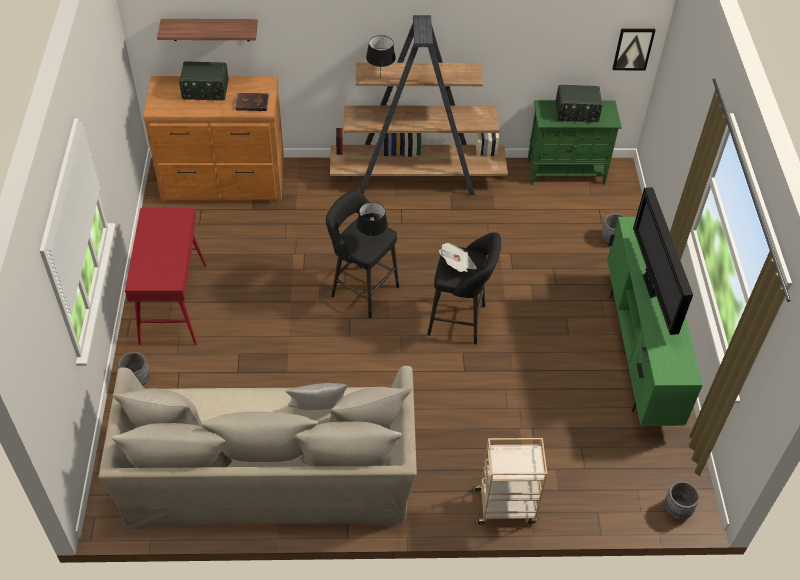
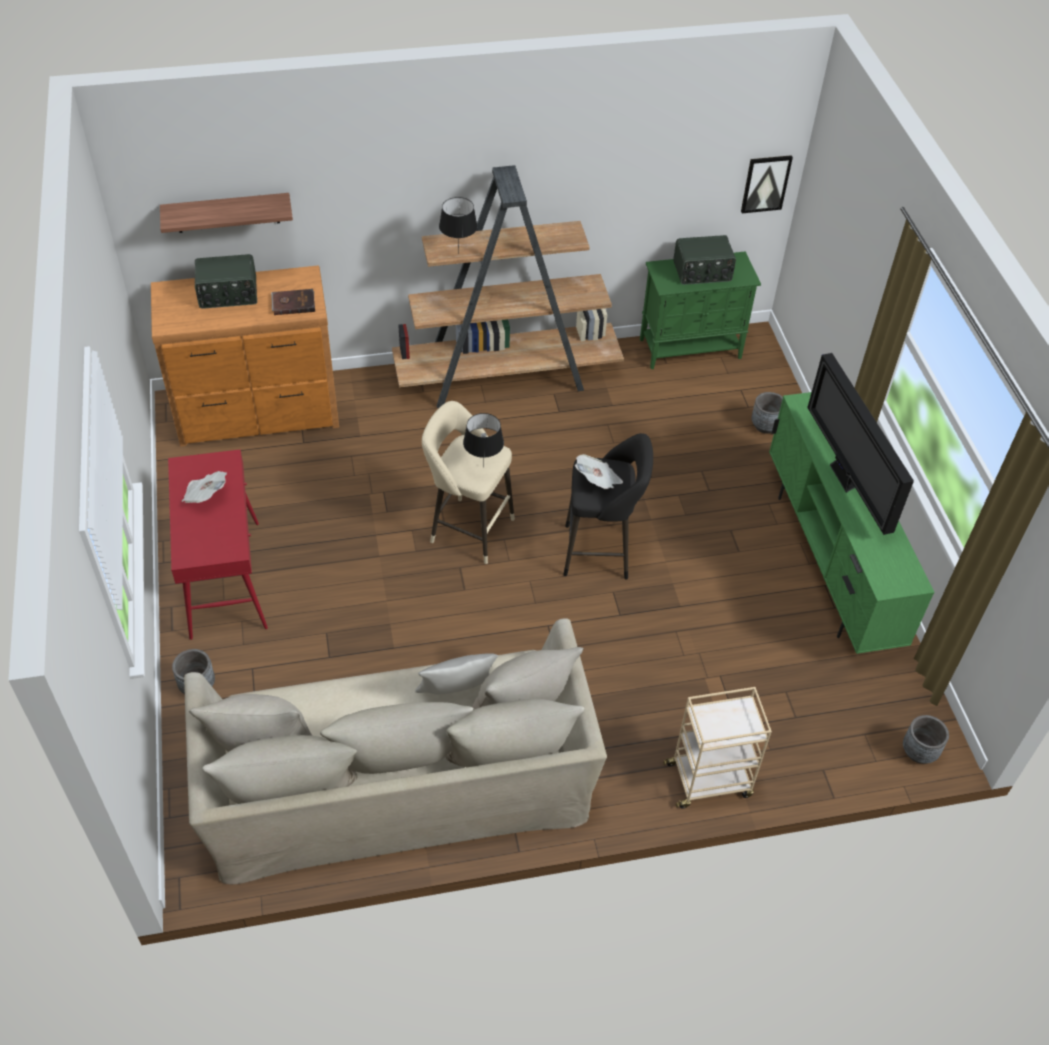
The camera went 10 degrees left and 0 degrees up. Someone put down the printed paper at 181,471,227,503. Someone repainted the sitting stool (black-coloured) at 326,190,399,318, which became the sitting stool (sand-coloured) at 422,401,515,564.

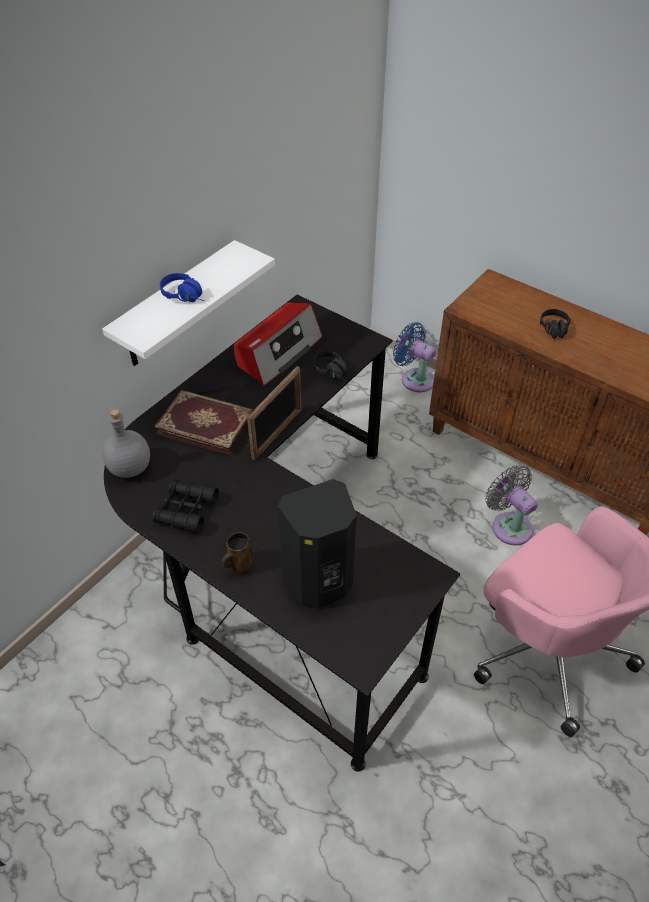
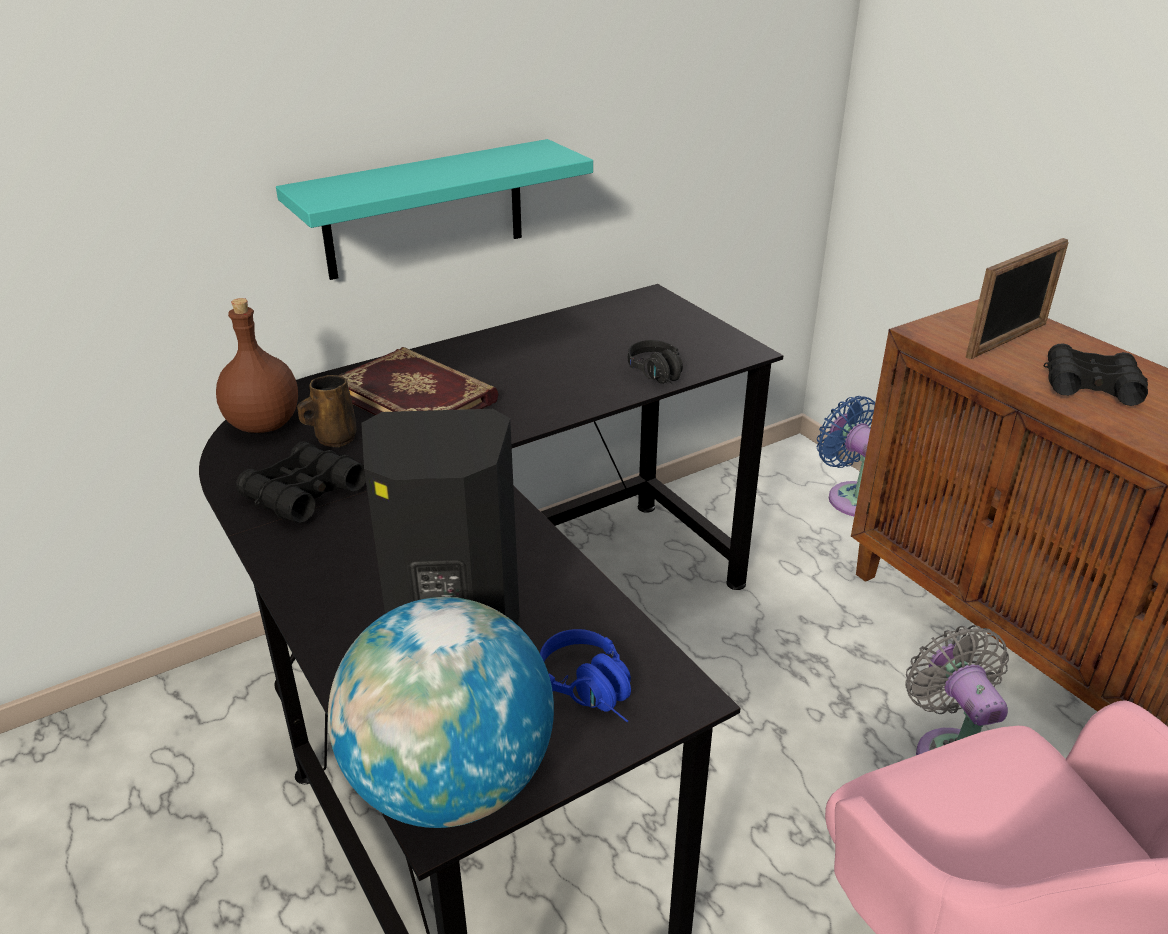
The camera went 20 degrees right and 15 degrees down. Someone took away the radio at 234,303,322,386. Someone put down the desk globe at 328,597,554,828. Someone carried the headphones (bluish) from 160,273,204,302 to 540,629,631,722. Someone carried the mug (brown) from 222,532,254,575 to 297,375,357,447. Someone carried the picture frame from 247,366,301,460 to 966,238,1068,359. Someone swapped the headphones (black-coloured) at 540,309,571,340 for the binoculars (black-coloured) at 1044,343,1148,406. Someone repainted the shelf (white) at 102,240,275,366, which became the shelf (turquoise) at 276,139,593,280. Someone repainted the beverage bottle (grey) at 102,409,150,478, which became the beverage bottle (brown) at 216,298,298,433.

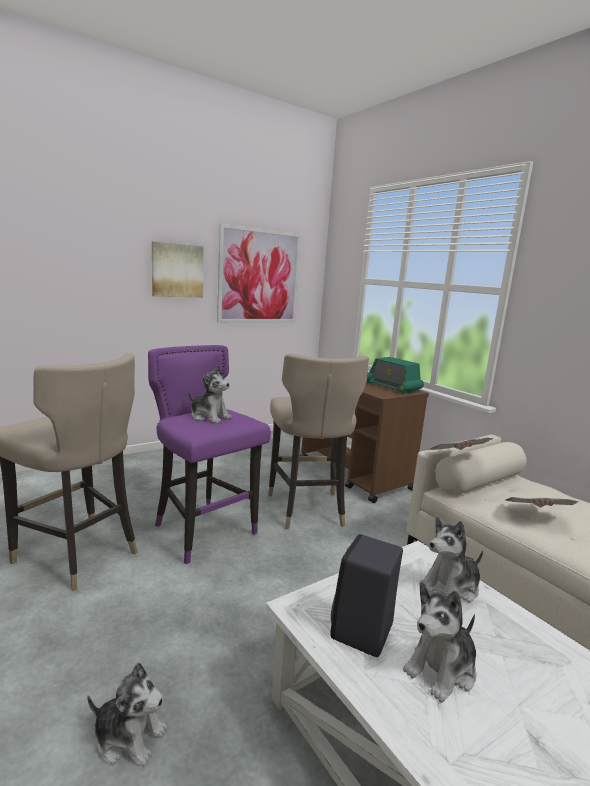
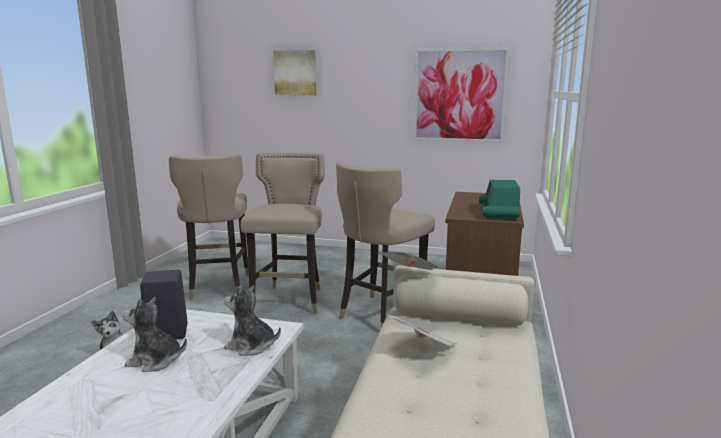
The camera went 50 degrees right and 0 degrees up. Someone took away the plush toy at 188,365,232,423. Someone carried the wall art from 152,241,204,298 to 273,50,316,95. Someone repainted the sitting stool (purple-coloured) at 148,345,271,564, which became the sitting stool (sand-coloured) at 240,153,325,313.

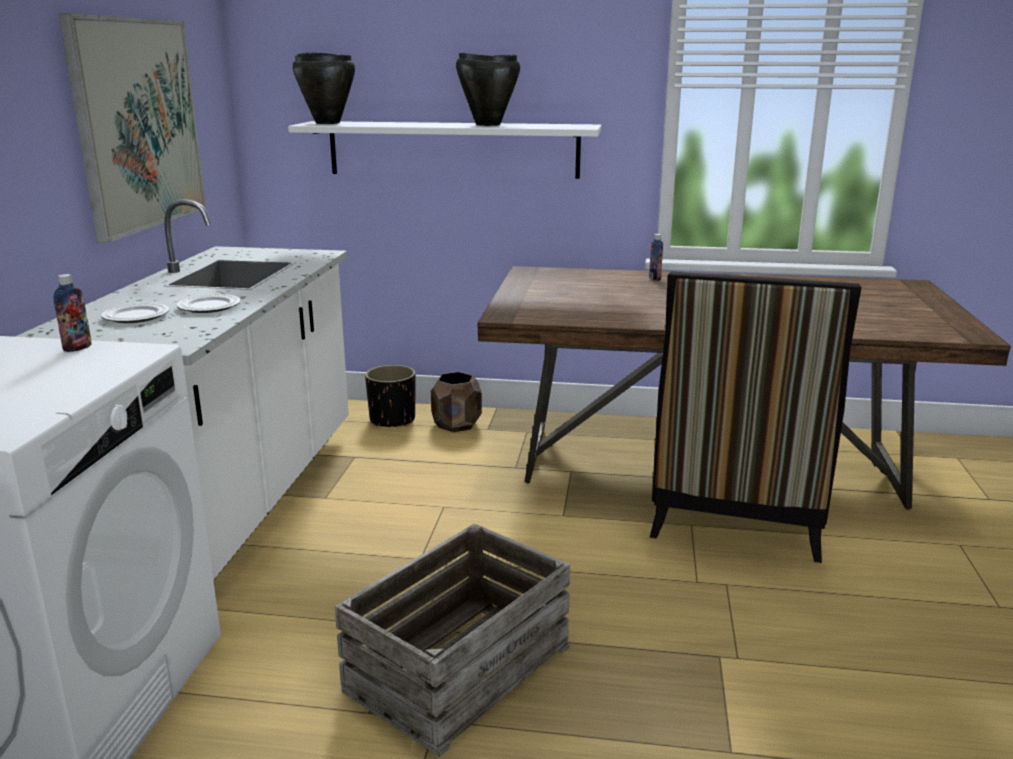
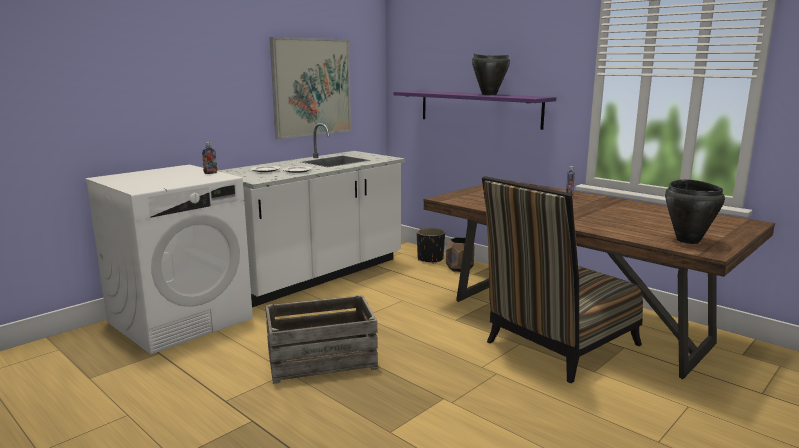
The camera went 35 degrees right and 5 degrees down. Someone carried the stockpot (black-coloured) from 293,52,355,124 to 665,179,725,244. Someone repainted the shelf (white) at 288,121,601,179, which became the shelf (purple-coloured) at 393,91,556,130.

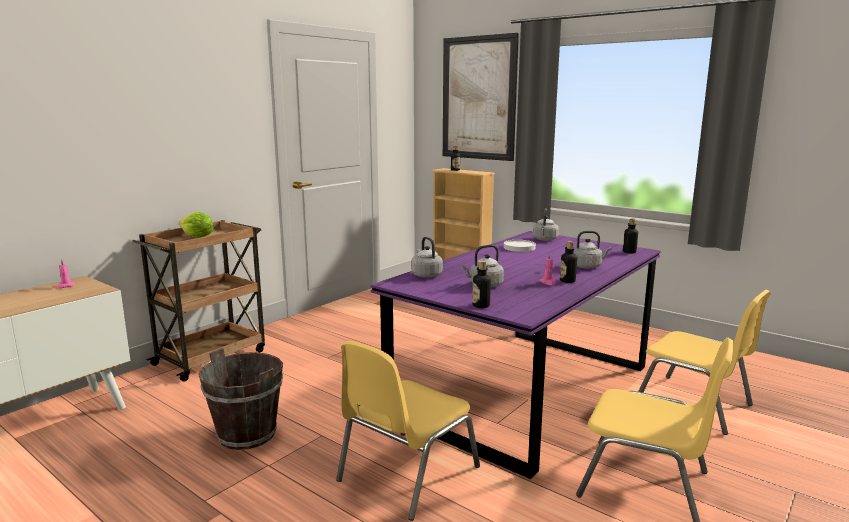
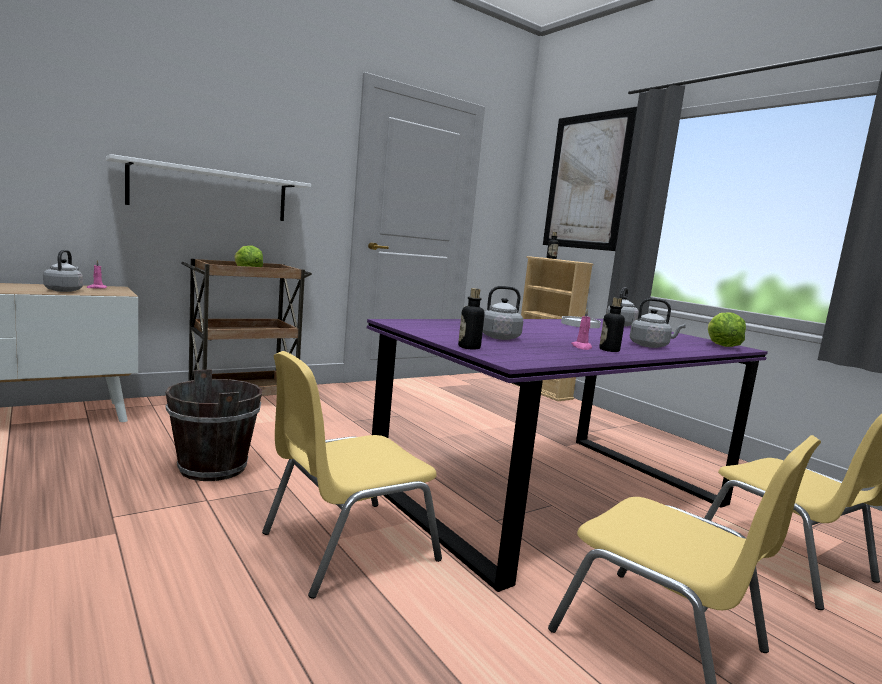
The camera went 15 degrees right and 5 degrees down. Someone put up the shelf (white) at 106,154,311,221. Someone carried the kettle (grey) from 411,237,443,278 to 43,250,83,292. Someone swapped the beverage bottle at 623,218,638,254 for the lettuce at 708,312,746,347.

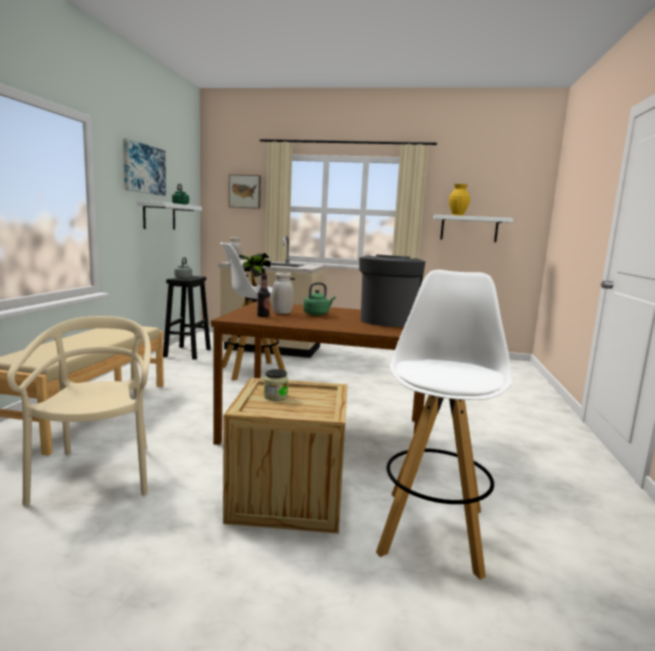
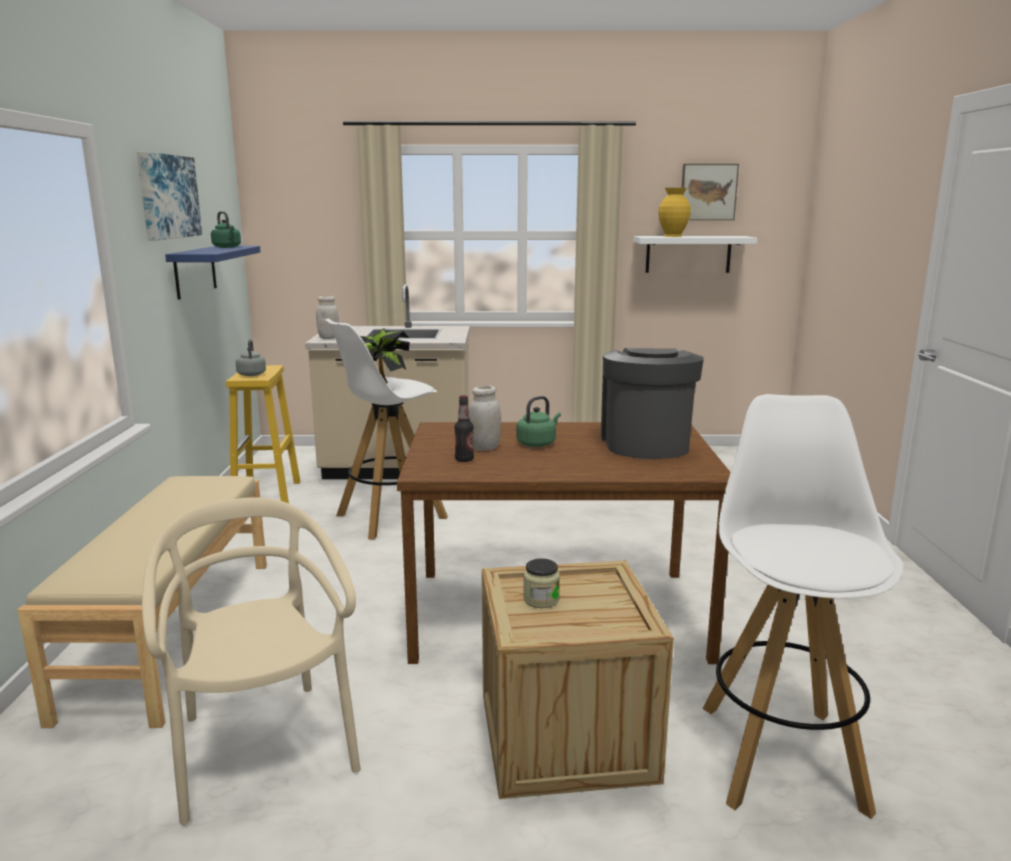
The camera went 10 degrees left and 5 degrees up. Someone carried the wall art from 229,174,261,209 to 682,164,739,220. Someone repainted the shelf (white) at 137,201,202,230, which became the shelf (bluish) at 165,246,260,300. Someone repainted the sitting stool (black-coloured) at 163,276,211,360, which became the sitting stool (yellow) at 226,365,300,503.

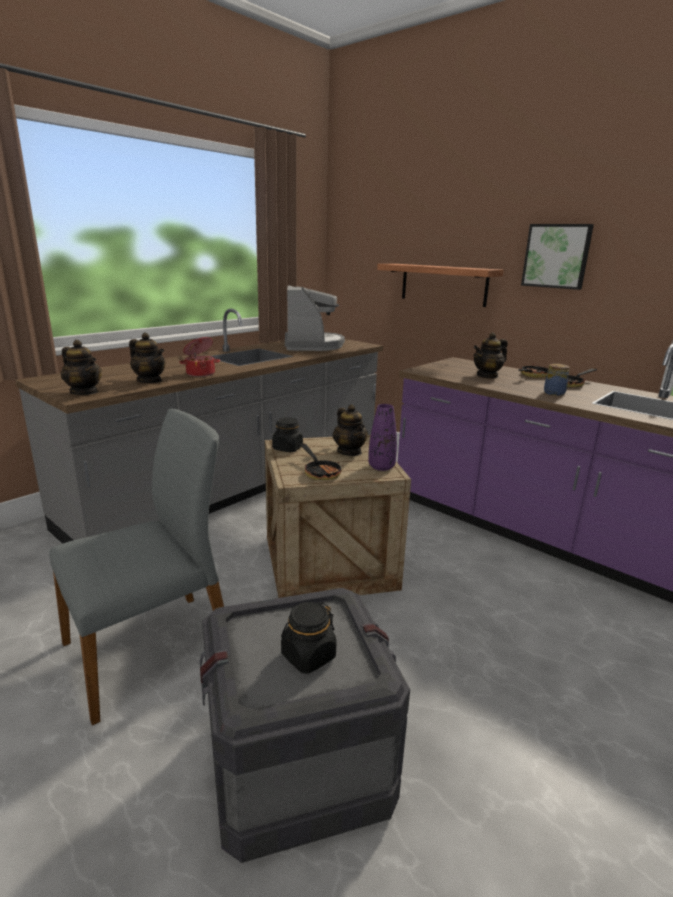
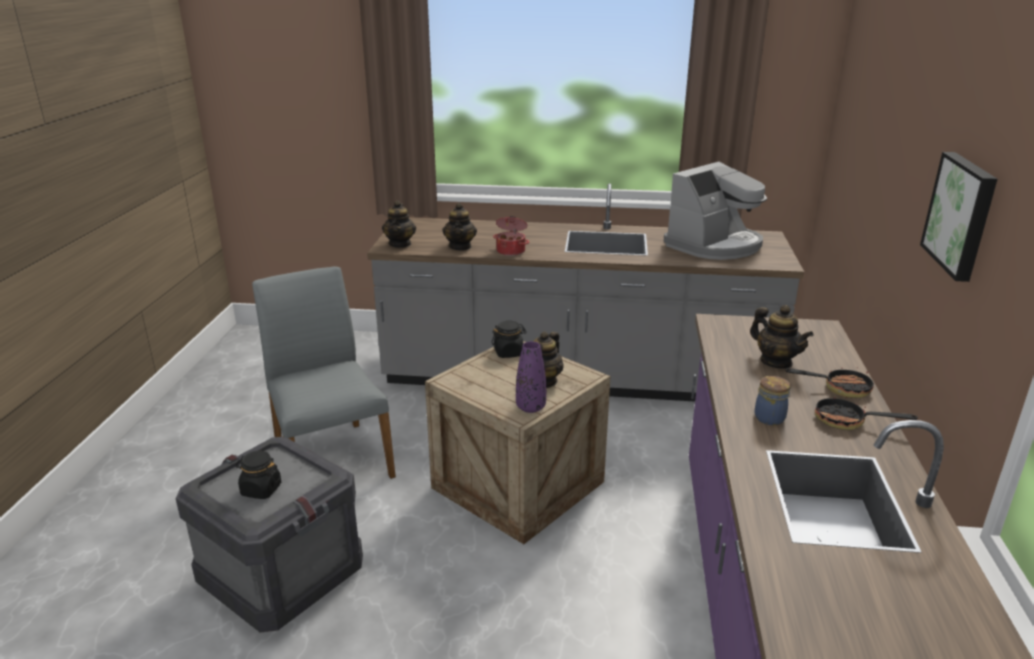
The camera went 55 degrees right and 5 degrees up. Someone took away the skillet at 301,443,343,480. Someone took away the shelf at 377,264,504,307. Someone rotated the plain chair (grey) at 49,409,224,725 by 135 degrees counterclockwise. Someone rotated the teapot at 473,332,508,378 by 150 degrees counterclockwise.

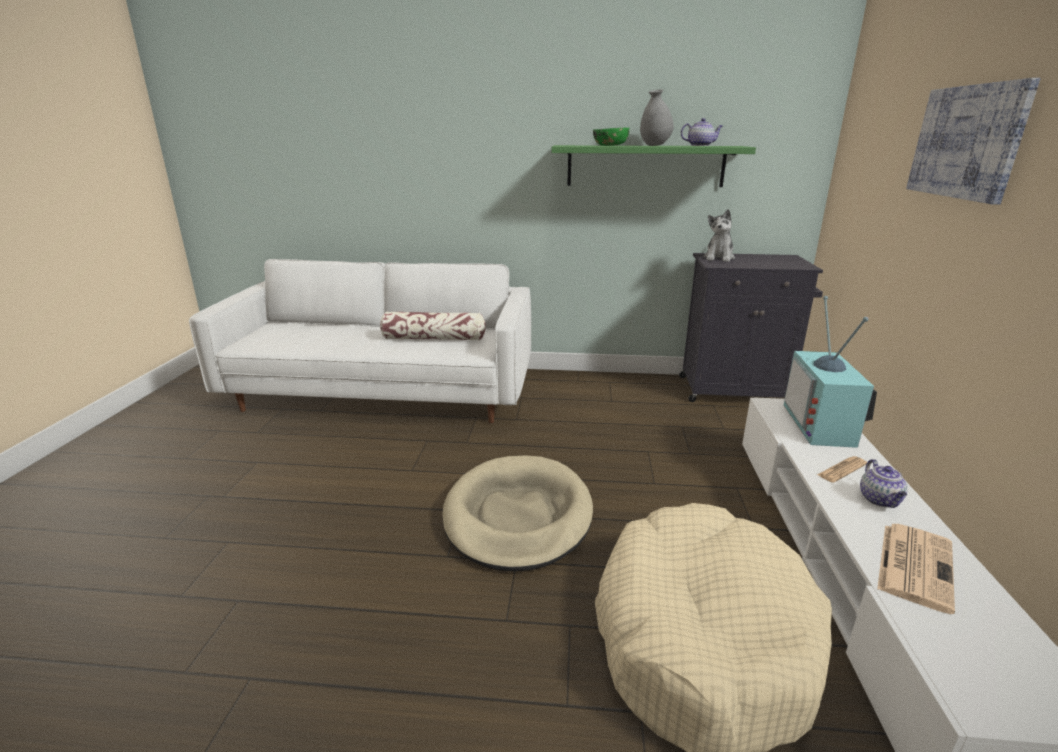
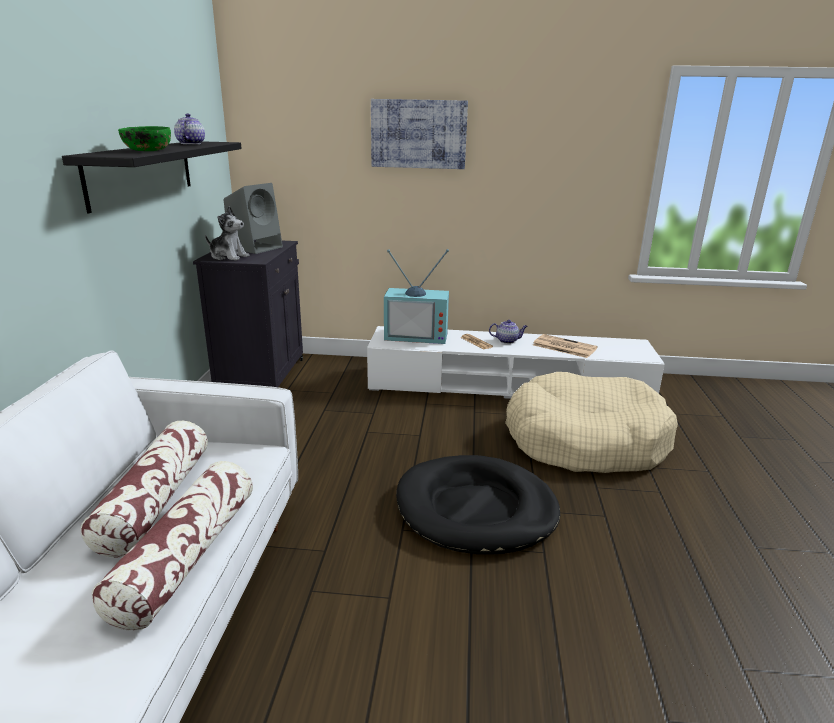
The camera went 90 degrees left and 0 degrees up. Someone took away the flower vase (grey) at 640,90,674,146. Someone put down the cushion at 91,461,253,630. Someone put down the loudspeaker (grey) at 224,183,283,254. Someone repainted the dog cushion (sand-coloured) at 443,455,593,572, which became the dog cushion (black-coloured) at 396,455,560,554. Someone repainted the shelf (greenish) at 551,145,756,187, which became the shelf (black-coloured) at 62,141,242,213.

